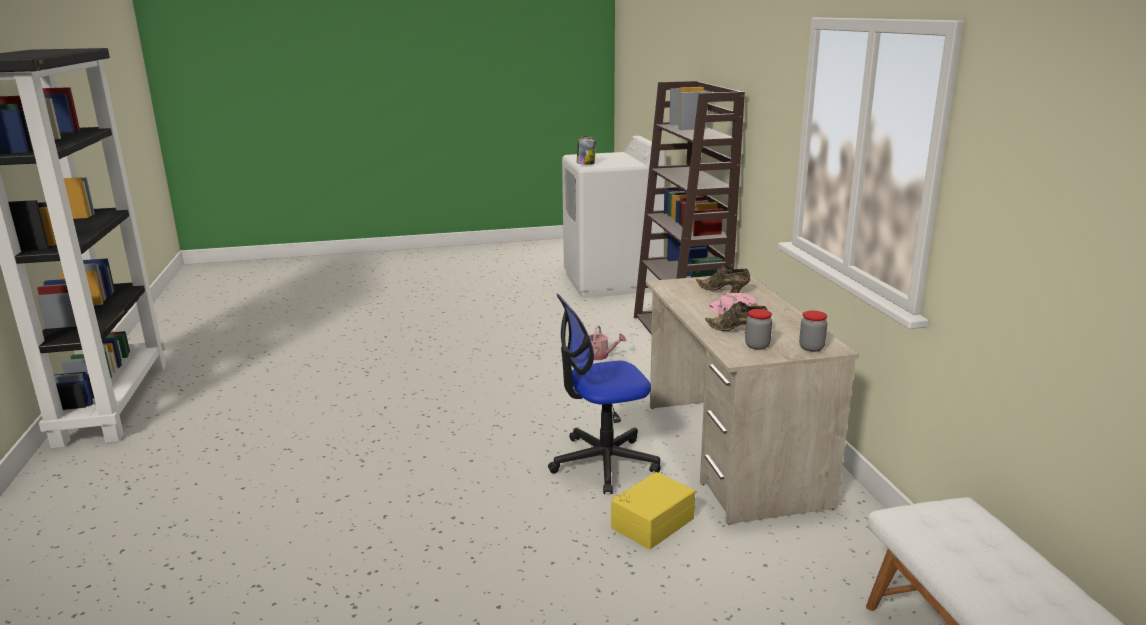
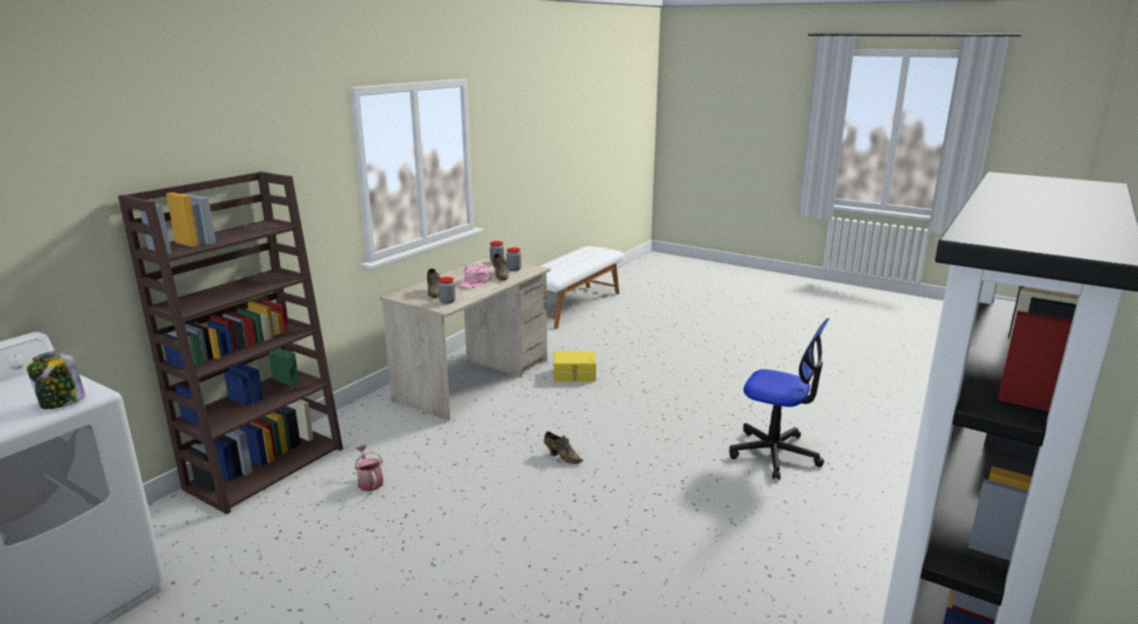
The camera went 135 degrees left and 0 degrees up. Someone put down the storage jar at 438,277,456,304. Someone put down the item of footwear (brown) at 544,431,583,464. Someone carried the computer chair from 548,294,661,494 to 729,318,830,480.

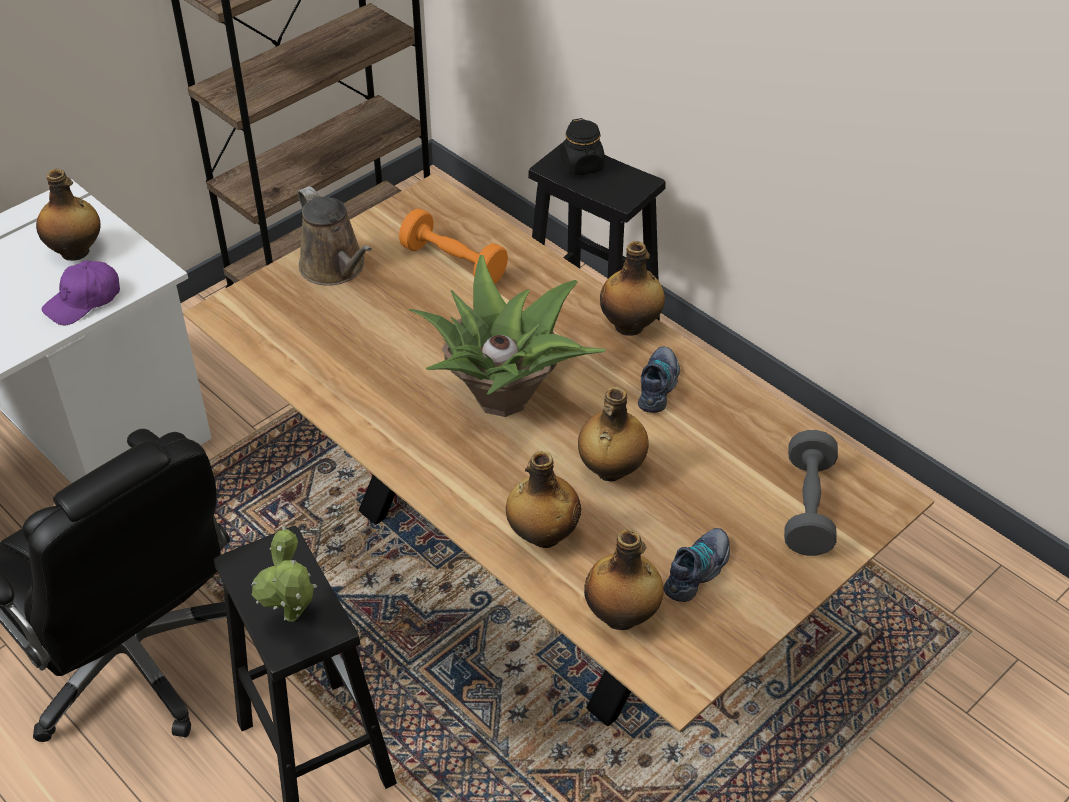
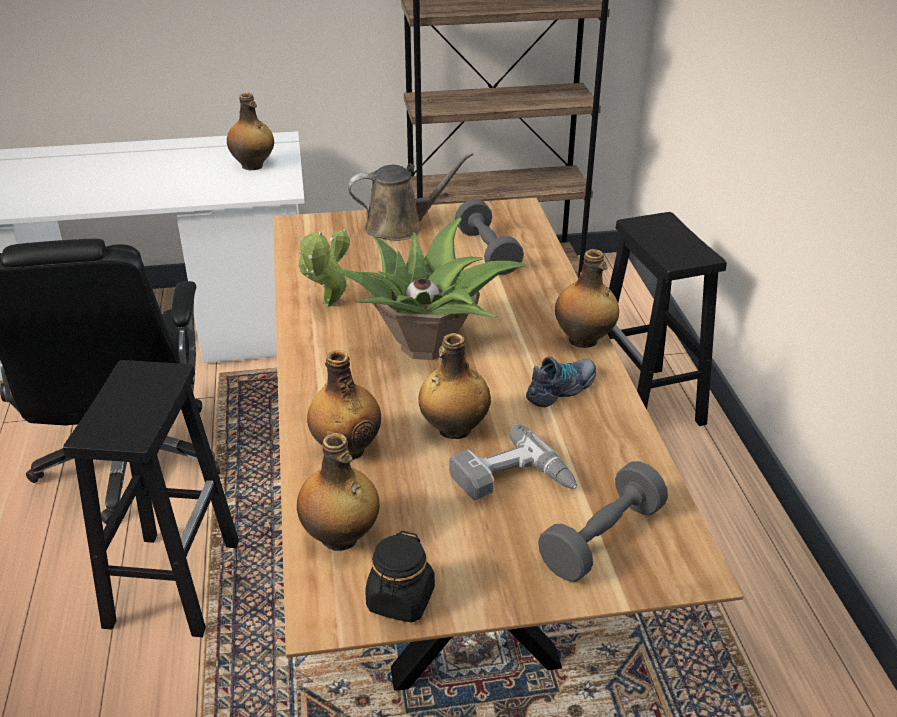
The camera went 35 degrees right and 10 degrees down. Someone took away the baseball cap (purple-coloured) at 42,261,120,325. Someone took away the item of footwear at 663,528,730,602. Someone put down the electric drill at 449,424,577,500. Someone carried the plant in a pot from 252,526,318,622 to 298,229,350,307. Someone carried the storage jar (black-coloured) from 560,118,605,176 to 365,531,435,623. Someone repainted the dumbbell (orangey) at 399,209,508,284, which became the dumbbell (grey) at 455,199,524,275. Someone rotated the sprinkling can (brown) at 298,186,372,286 by 105 degrees counterclockwise.

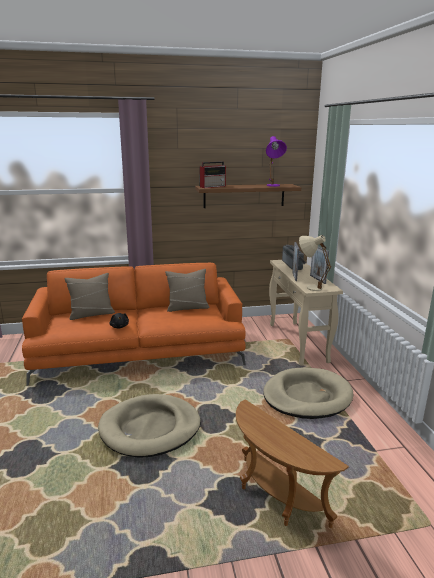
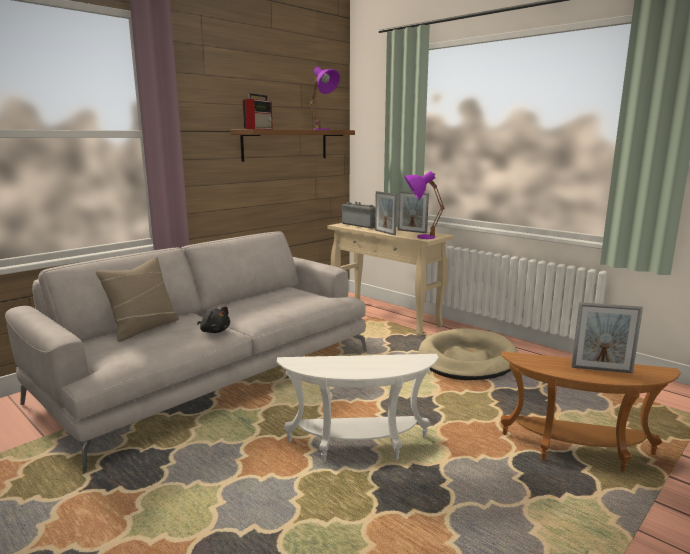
The camera went 35 degrees left and 5 degrees down. Someone took away the cushion (sand-coloured) at 165,269,210,312. Someone put down the picture frame at 571,302,643,373. Someone swapped the dog cushion (sand-coloured) at 98,394,201,458 for the side table (white) at 277,354,439,462. Someone repainted the settee (orangey) at 22,263,246,386, which became the settee (grey) at 5,231,367,473. Someone repainted the tabletop lamp (sand-coloured) at 299,235,331,291, which became the tabletop lamp (purple-coloured) at 404,171,445,239.

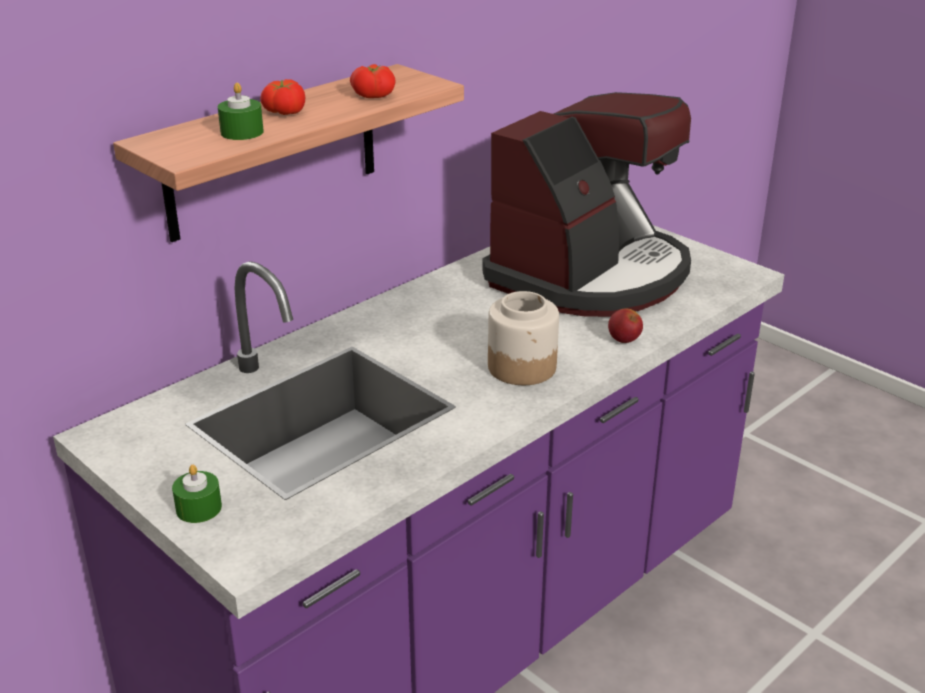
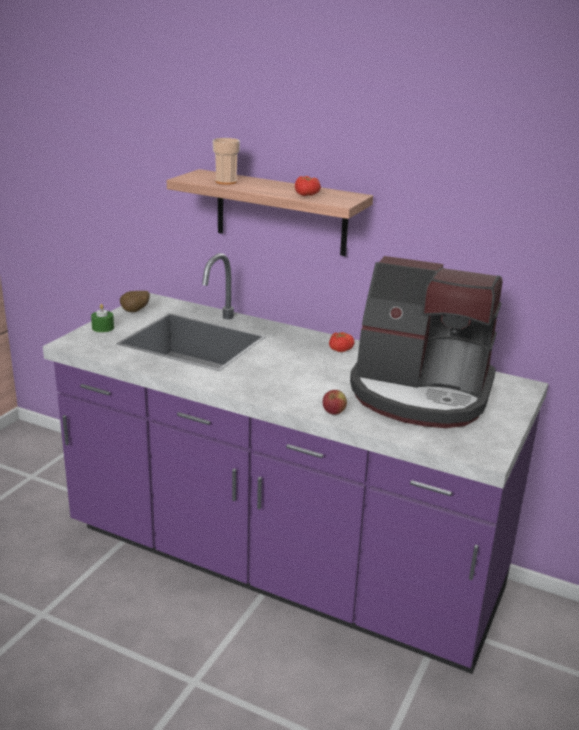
The camera went 70 degrees right and 5 degrees down. Someone took away the storage jar at 488,291,559,385. Someone put down the whole potato at 120,291,150,312. Someone carried the fresh tomato from 260,79,305,115 to 329,332,355,352. Someone swapped the candle (greenish) at 217,83,264,140 for the small cup at 213,138,240,185.

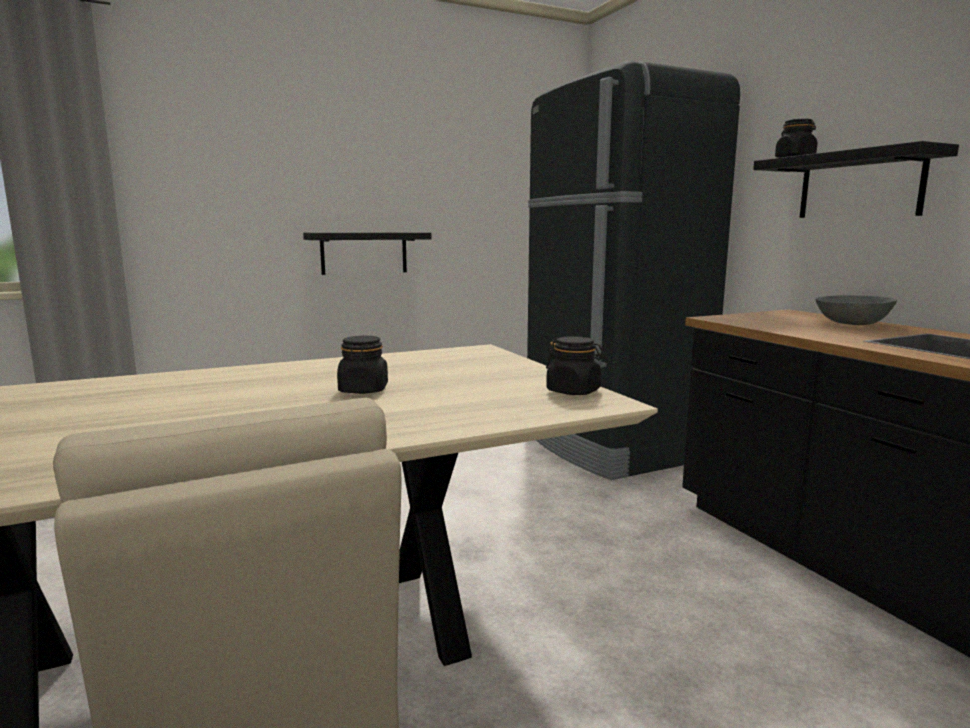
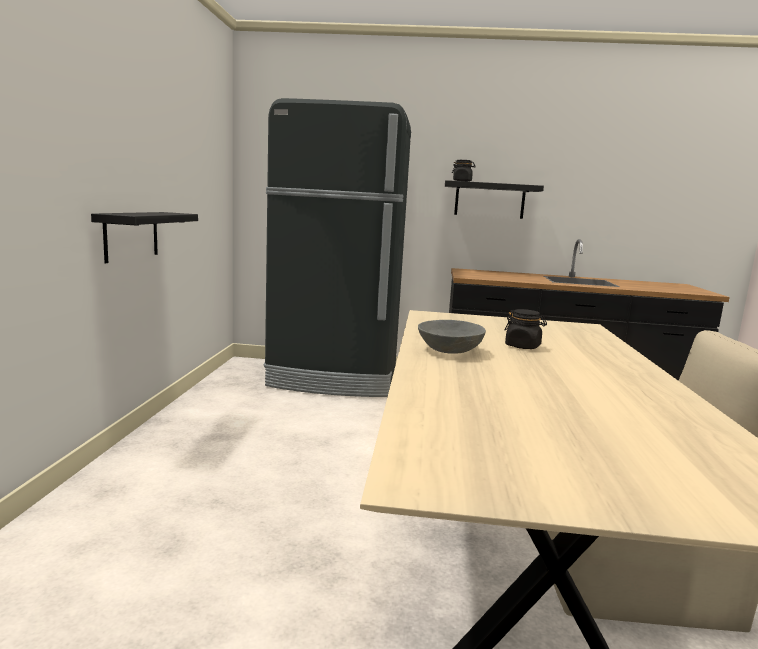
The camera went 60 degrees left and 0 degrees up. Someone took away the storage jar (black-coloured) at 546,336,605,395. Someone carried the bowl (grey) from 816,295,897,325 to 418,320,486,354.

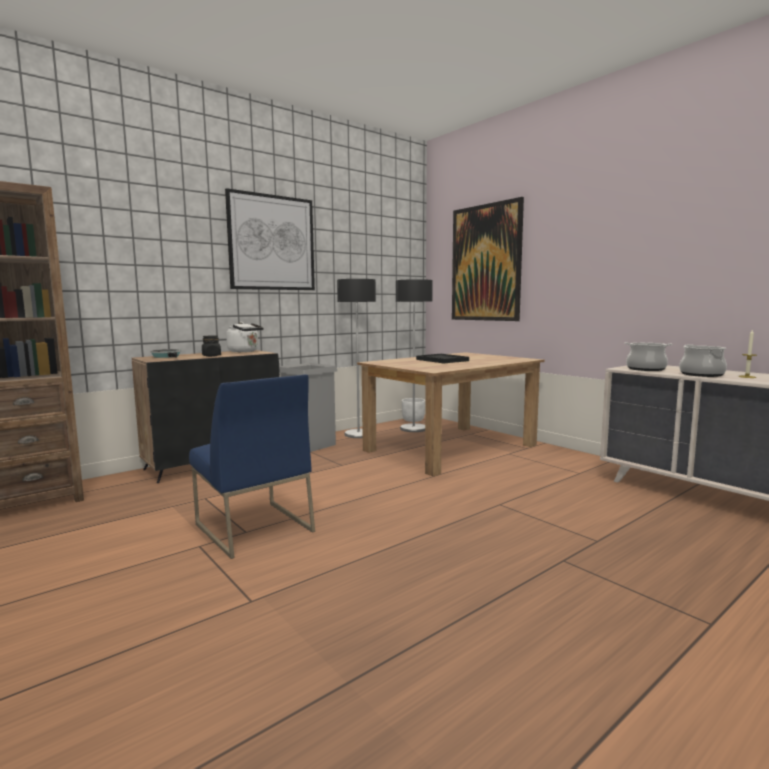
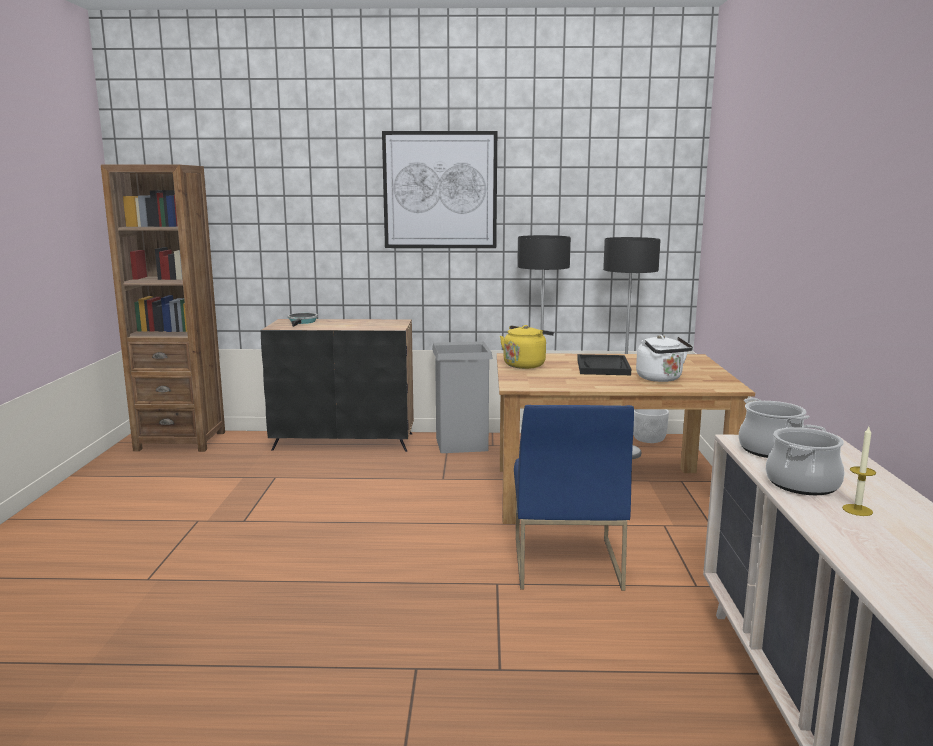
The camera went 40 degrees right and 5 degrees up. Someone took away the storage jar (black-coloured) at 202,335,221,357. Someone took away the wall art at 452,197,524,321. Someone put down the kettle (yellow) at 500,325,554,369. Someone carried the plain chair (bluish) from 189,374,315,559 to 514,405,634,591. Someone carried the kettle (white) from 226,322,264,352 to 636,335,693,382.

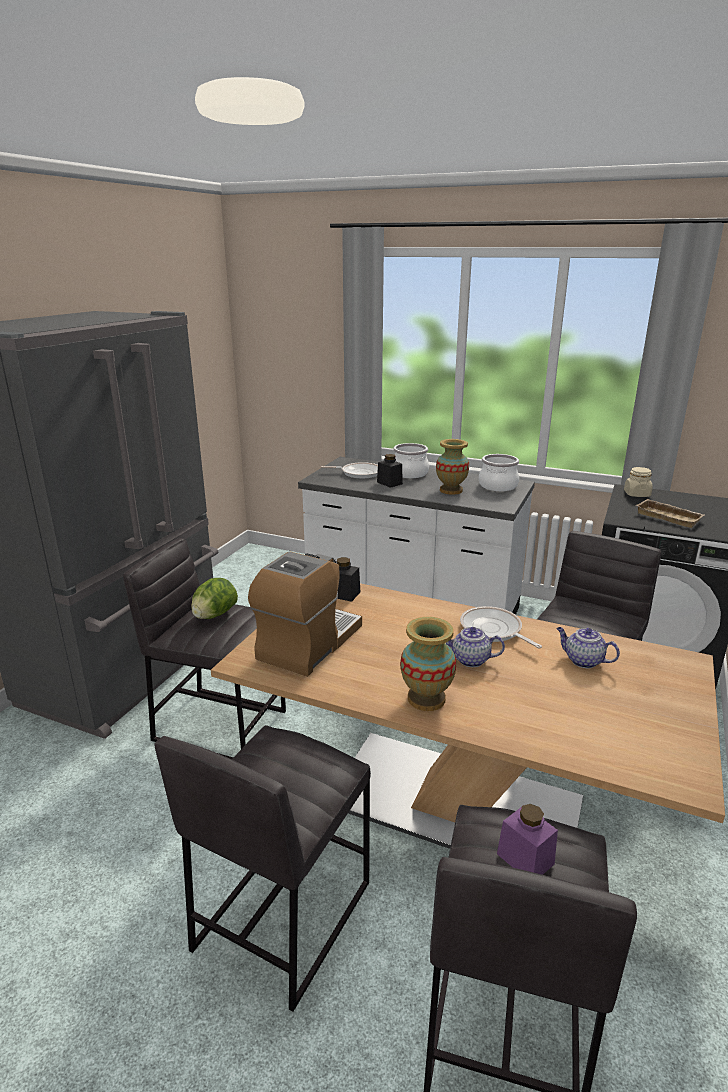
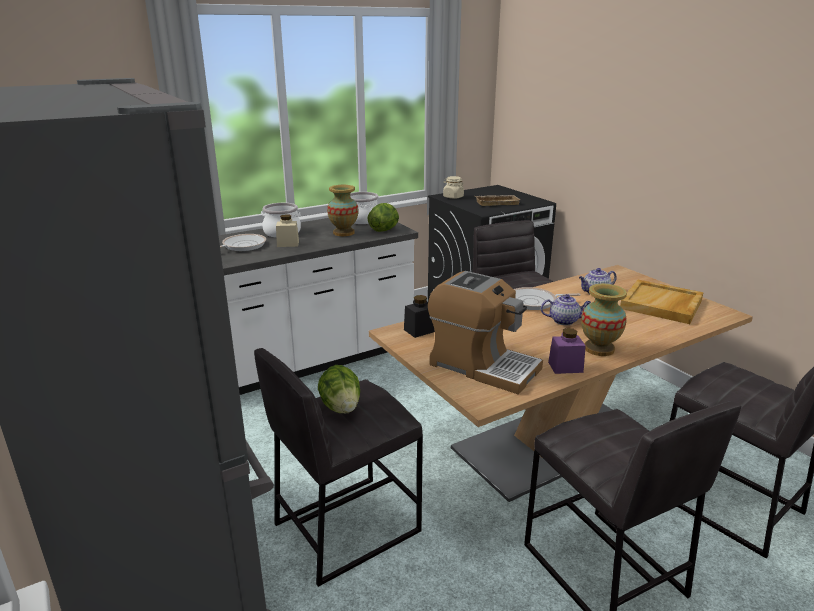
The camera went 55 degrees left and 0 degrees up. Someone put down the lettuce at 367,203,399,232. Someone put down the serving tray (sand-coloured) at 620,280,704,324. Someone carried the storage jar (purple-coloured) from 497,804,558,875 to 548,328,586,374. Someone repainted the storage jar (black-coloured) at 377,454,403,488, which became the storage jar (sand-coloured) at 276,214,299,247. Someone rotated the coffee machine at 248,551,362,677 by 150 degrees clockwise. Someone rotated the teapot at 446,627,505,667 by 135 degrees counterclockwise.

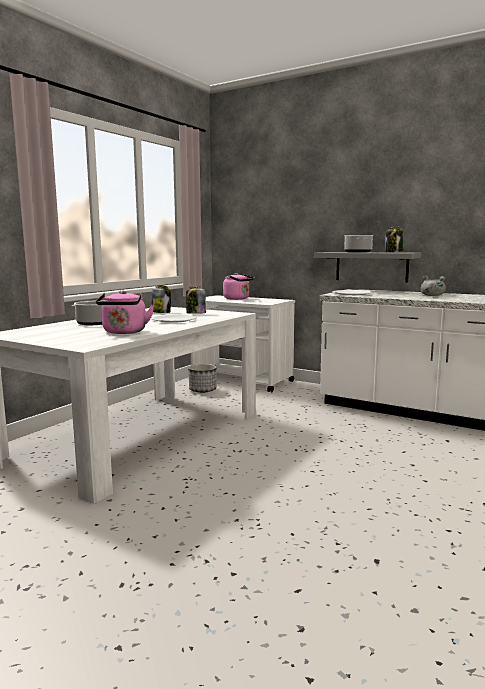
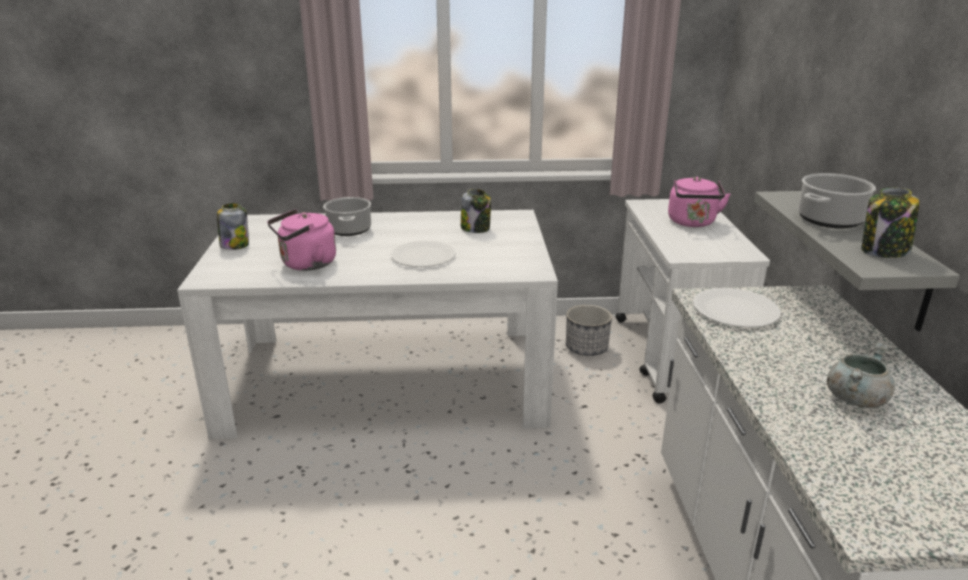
The camera went 55 degrees right and 15 degrees up. Someone carried the storage jar from 186,287,206,314 to 217,203,249,250.

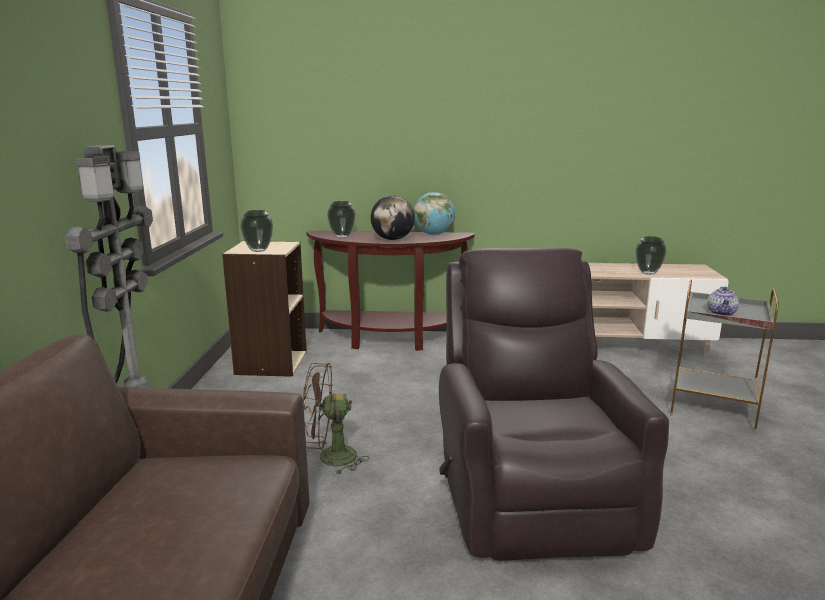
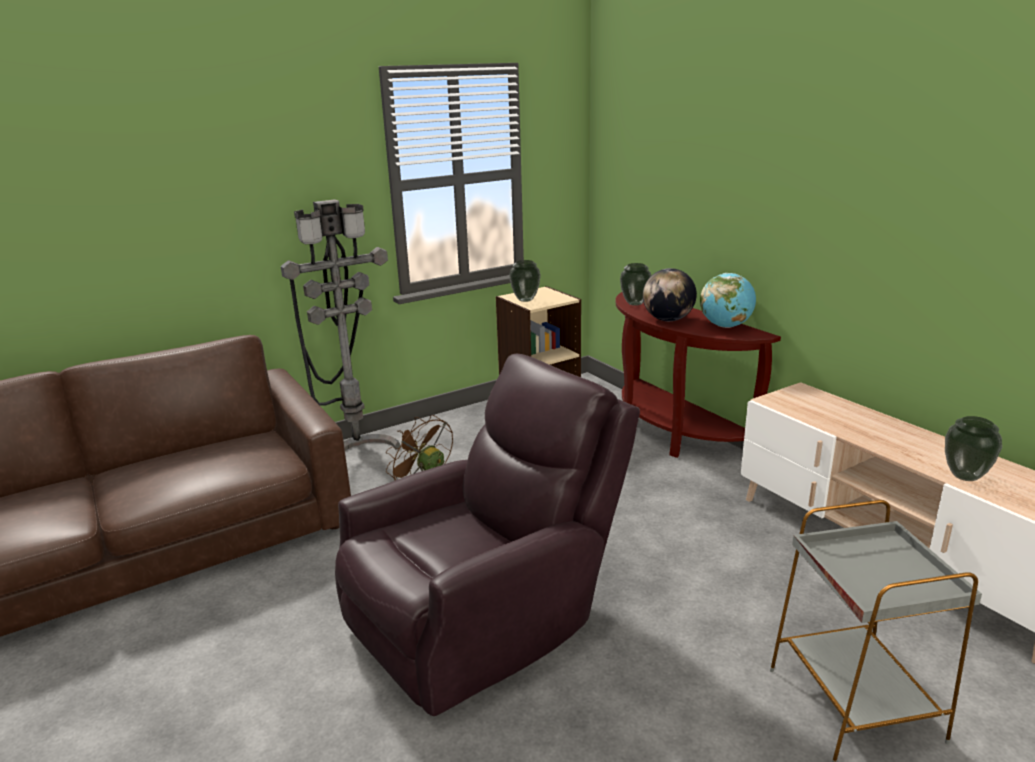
The camera went 55 degrees right and 5 degrees up. Someone took away the teapot at 707,287,739,316.

